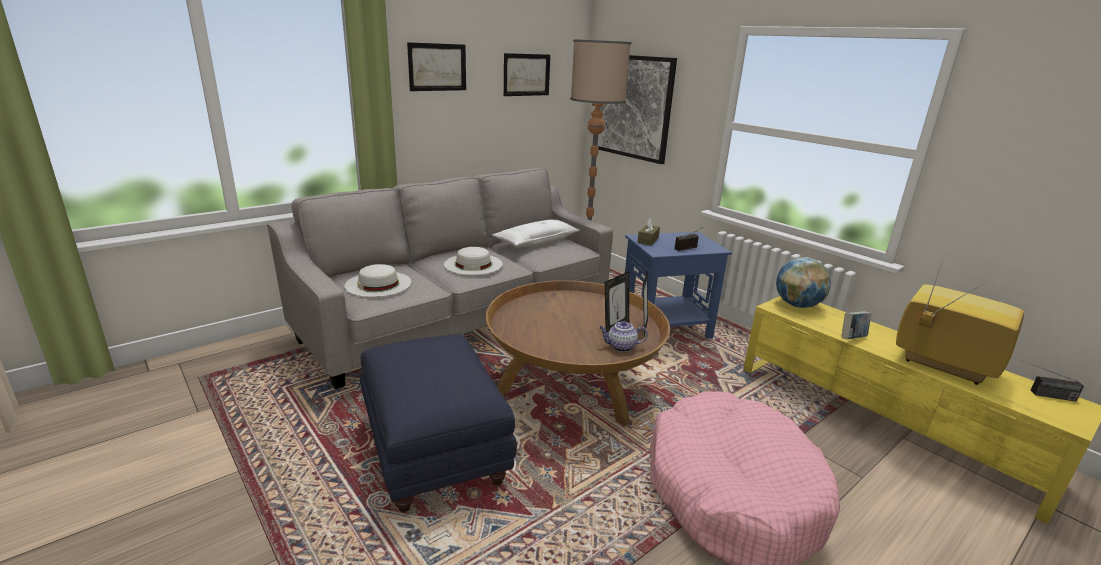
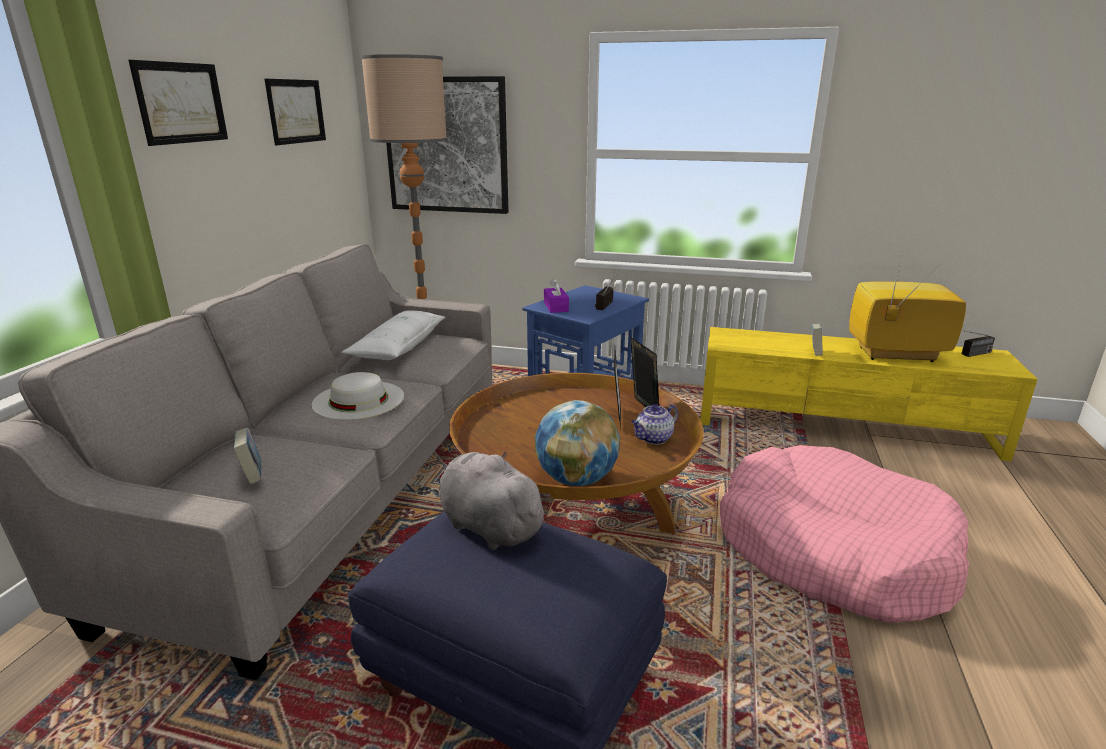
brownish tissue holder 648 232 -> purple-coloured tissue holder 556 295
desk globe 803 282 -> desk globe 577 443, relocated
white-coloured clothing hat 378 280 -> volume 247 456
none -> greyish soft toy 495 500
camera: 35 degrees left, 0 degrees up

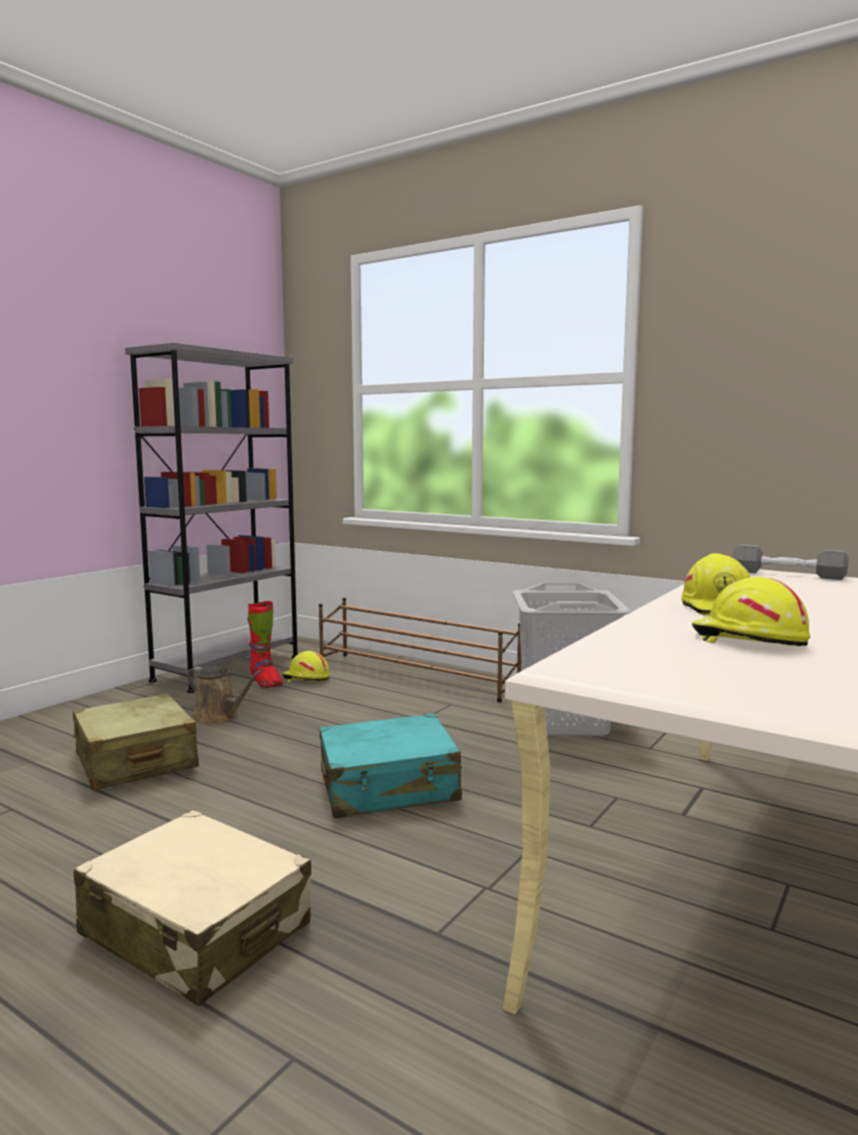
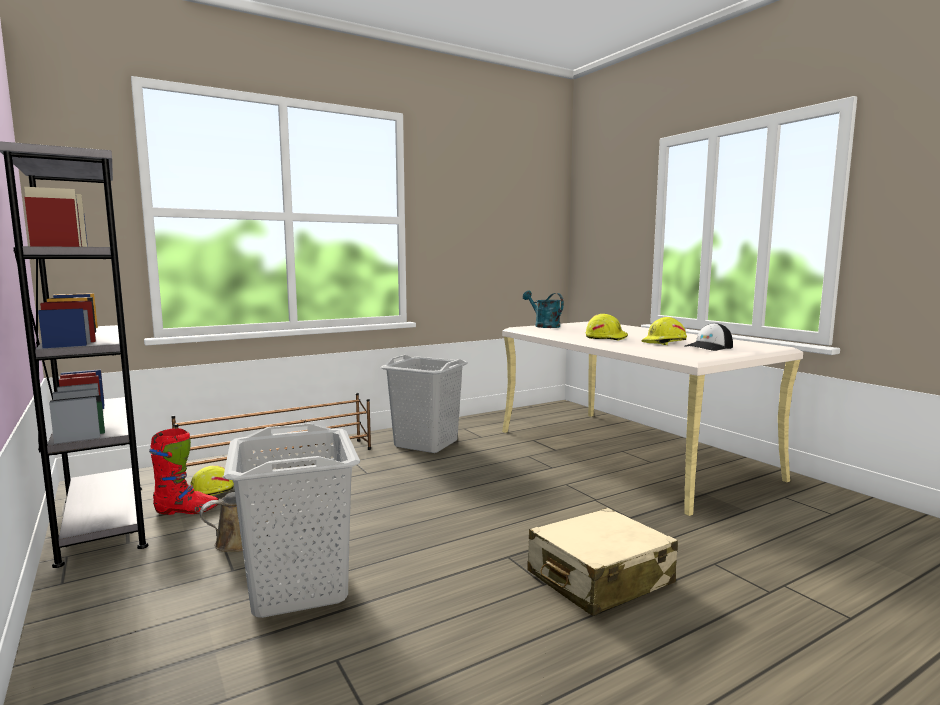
greyish free weight 790 562 -> turquoise sprinkling can 543 309
beige piece of luggage 135 742 -> greyish laundry basket 292 520
turquoise piece of luggage 391 766 -> none
none -> cap 709 337
camera: 65 degrees left, 0 degrees up

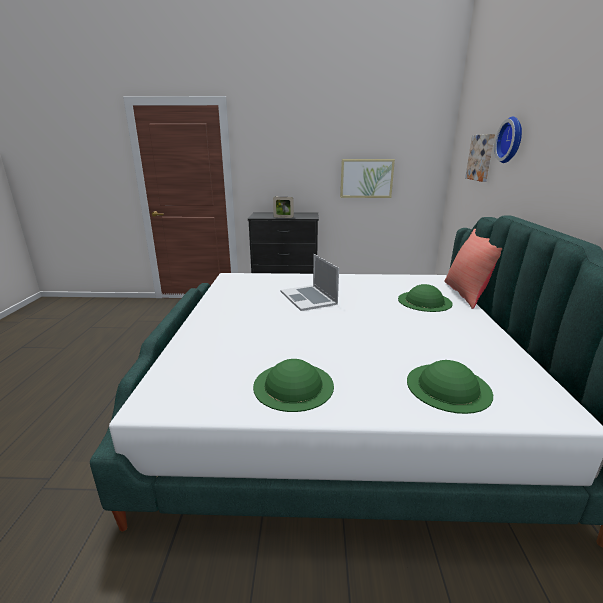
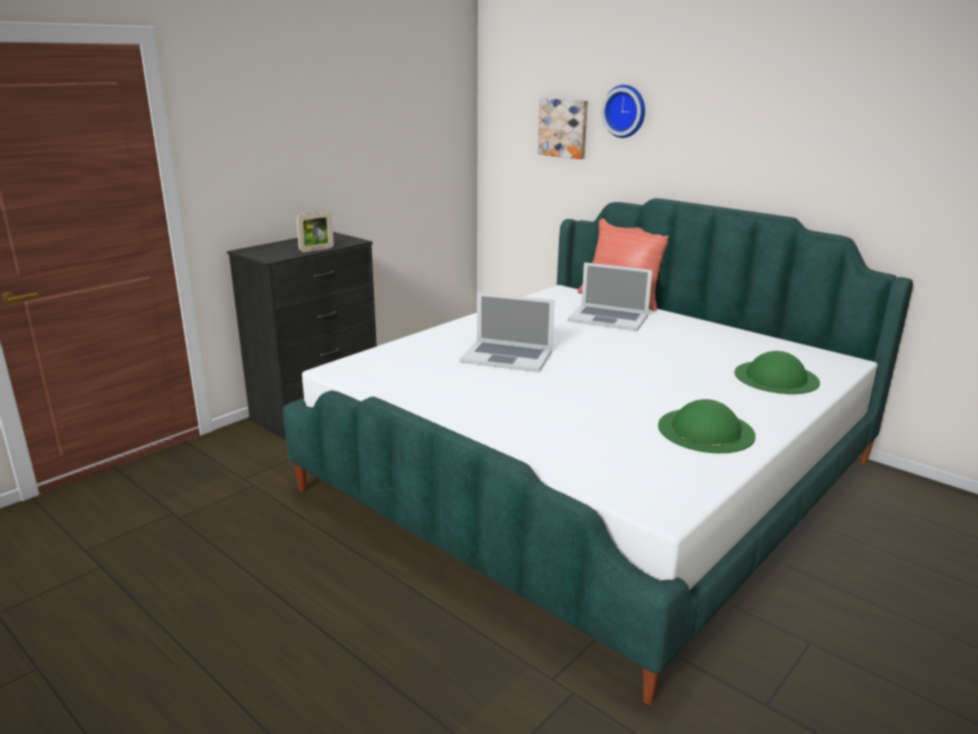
wall art 367 178 -> none
greenish clothing hat 425 298 -> laptop 609 296
camera: 50 degrees left, 0 degrees up

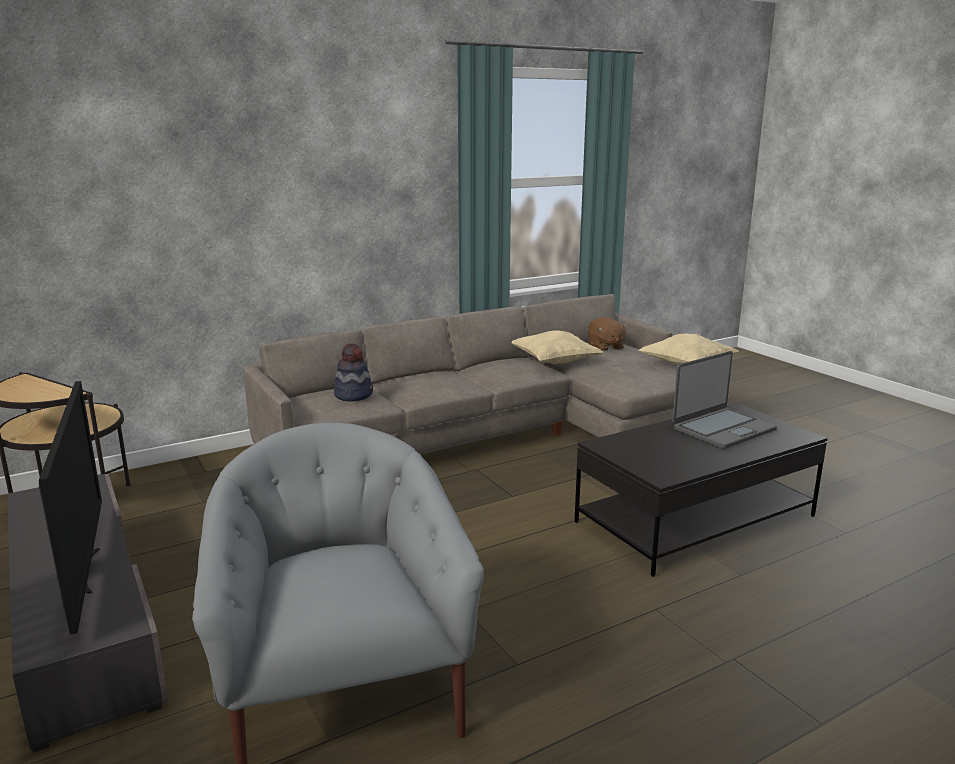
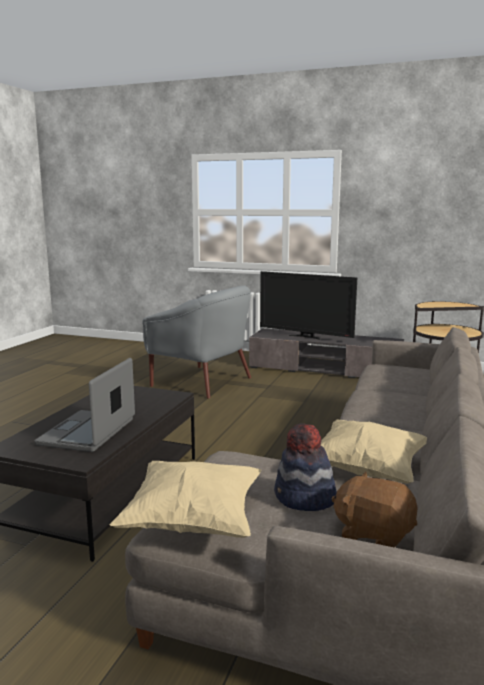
clothing hat 353 372 -> clothing hat 305 467, relocated
camera: 140 degrees right, 5 degrees down

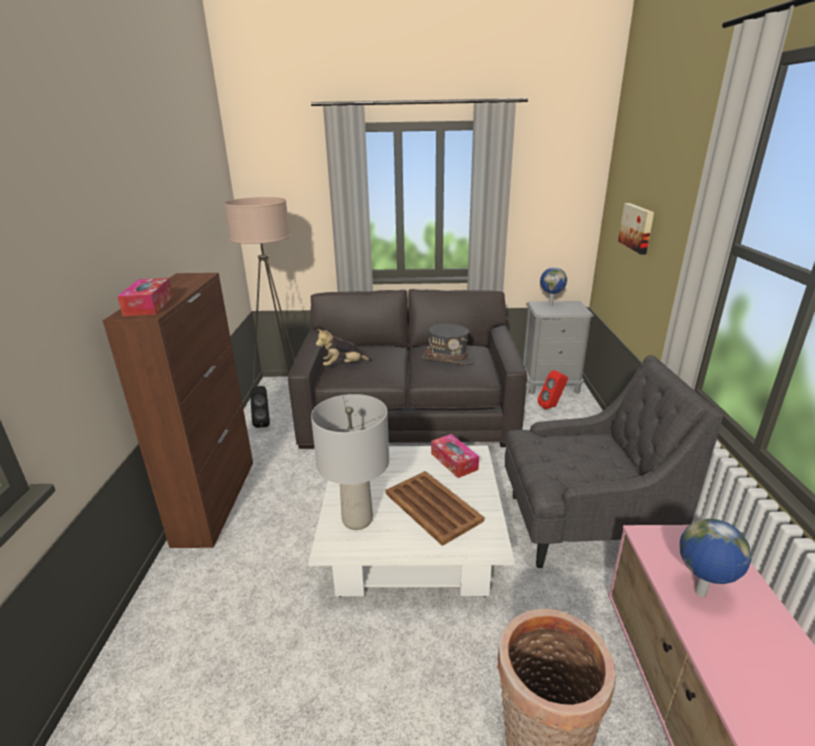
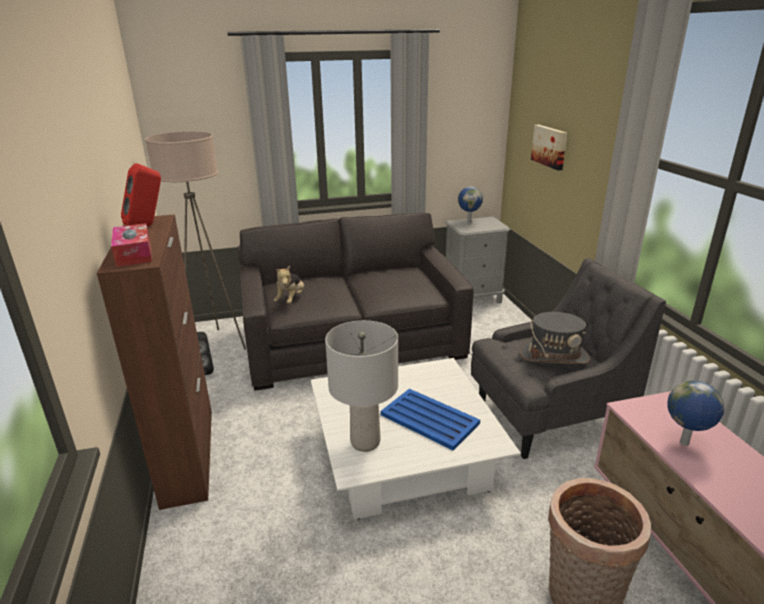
greyish clothing hat 448 344 -> greyish clothing hat 555 338, relocated
soft toy 344 347 -> soft toy 289 285, 45 degrees counterclockwise
red-coloured audio speaker 553 390 -> red-coloured audio speaker 141 195, relocated
tissue holder 455 456 -> none
brownish serving tray 435 508 -> bluish serving tray 430 420
camera: 15 degrees left, 0 degrees up

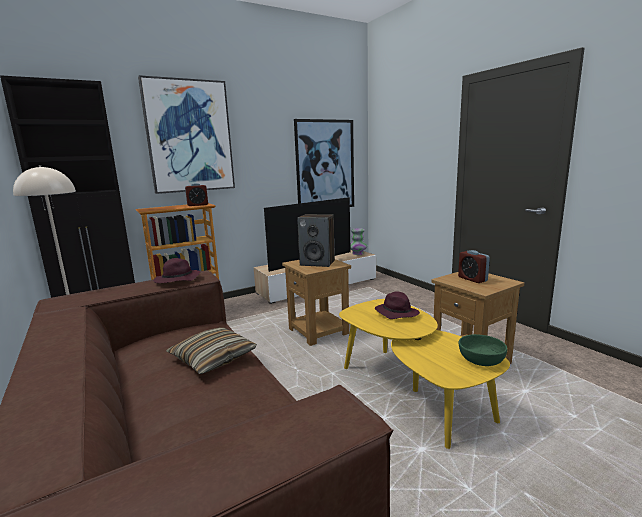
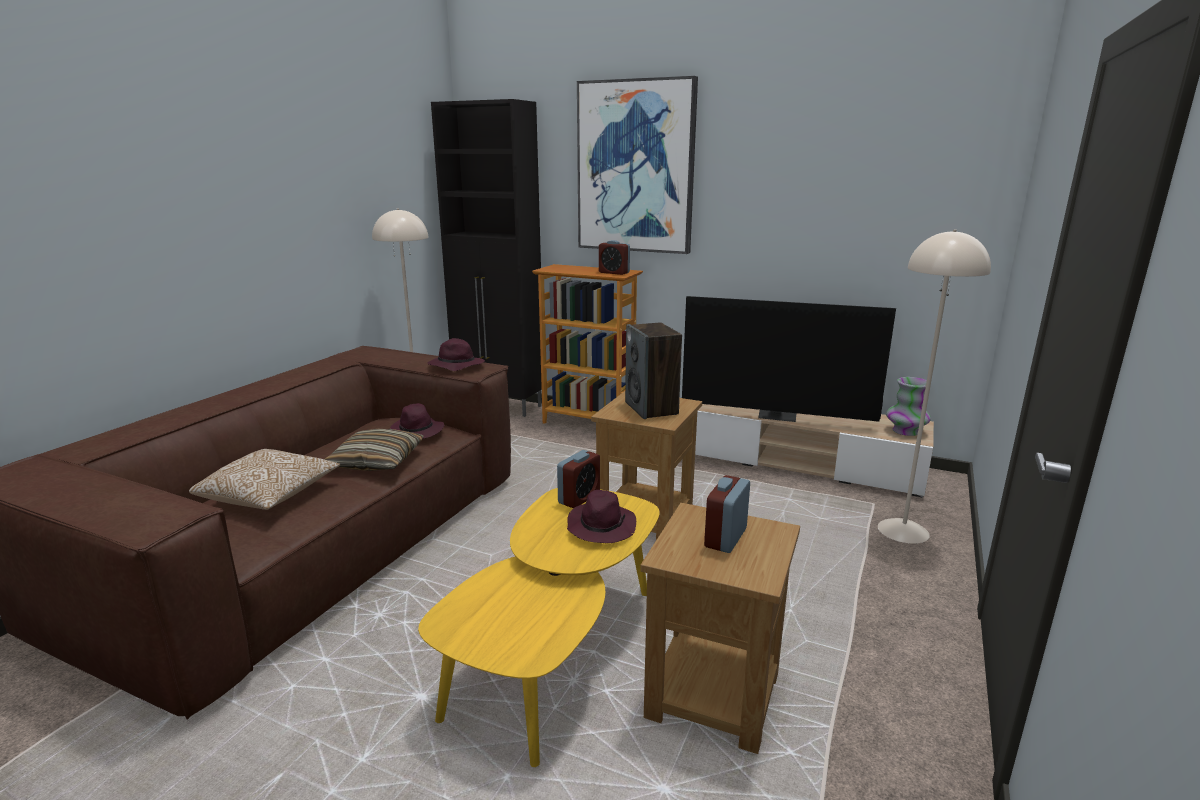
wall art 324 163 -> none
greenish serving bowl 483 350 -> none
none -> beige standard lamp 934 386
none -> purple-coloured clothing hat 417 421
none -> pillow 264 479
none -> bedside clock 578 479
camera: 55 degrees right, 5 degrees up

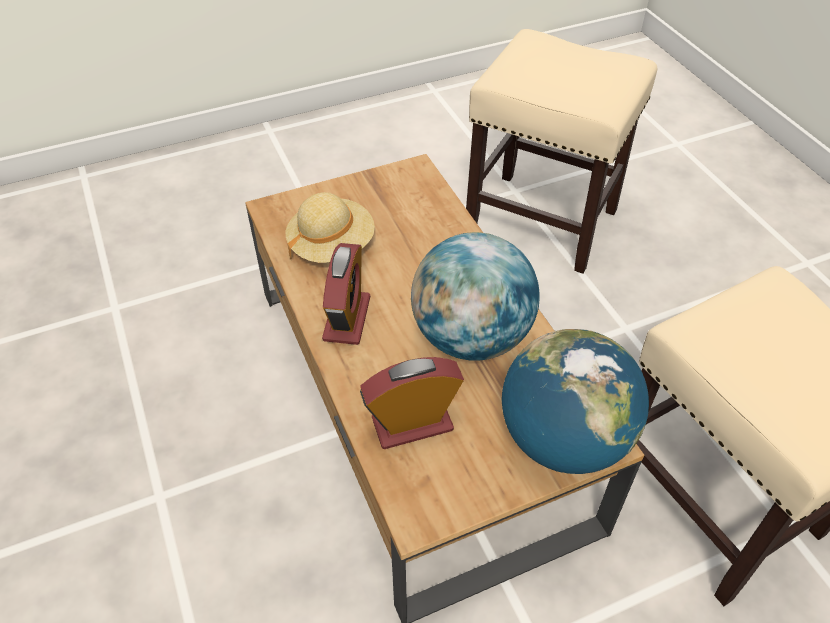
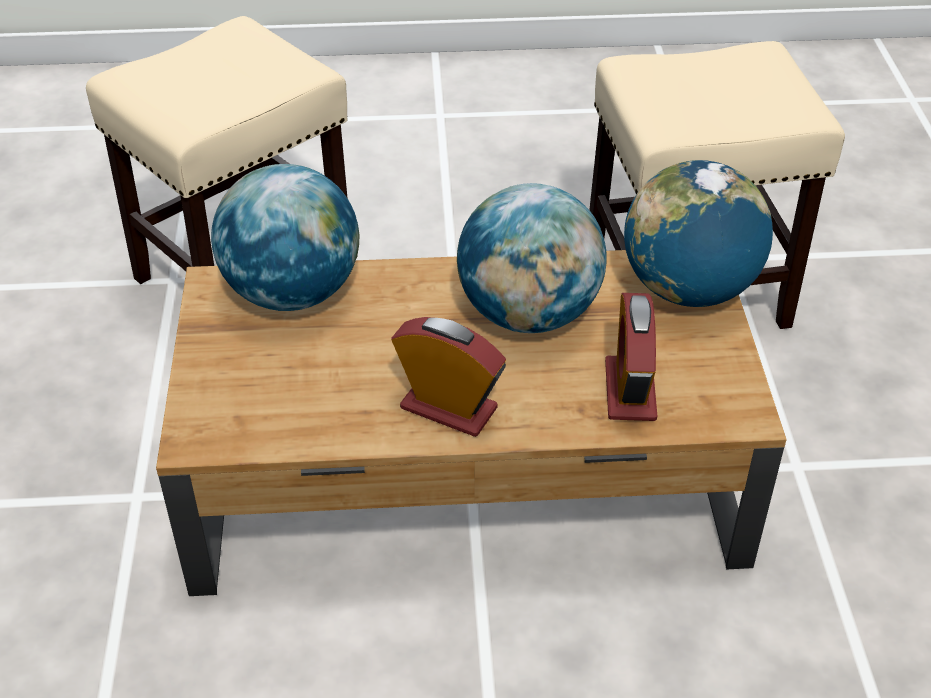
beige clothing hat 330 227 -> none
none -> desk globe 285 237
camera: 70 degrees left, 5 degrees down

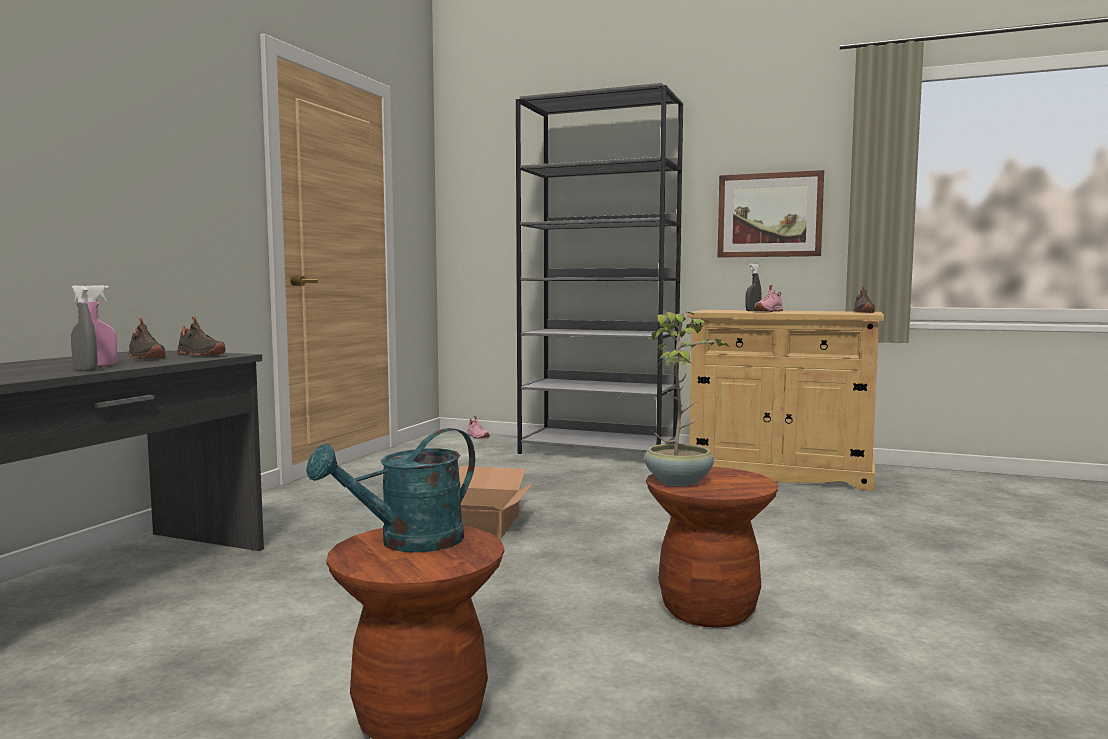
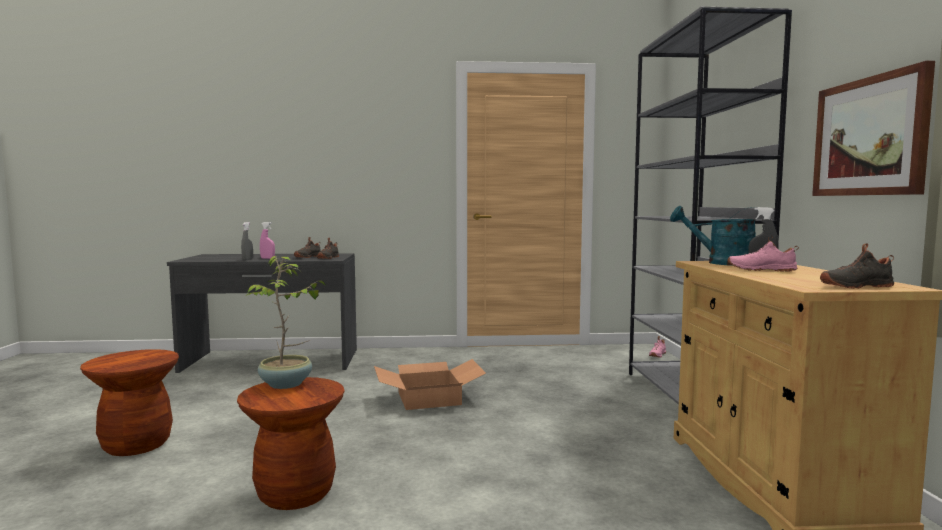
turquoise sprinkling can 390 490 -> turquoise sprinkling can 714 236, relocated
camera: 65 degrees right, 0 degrees up

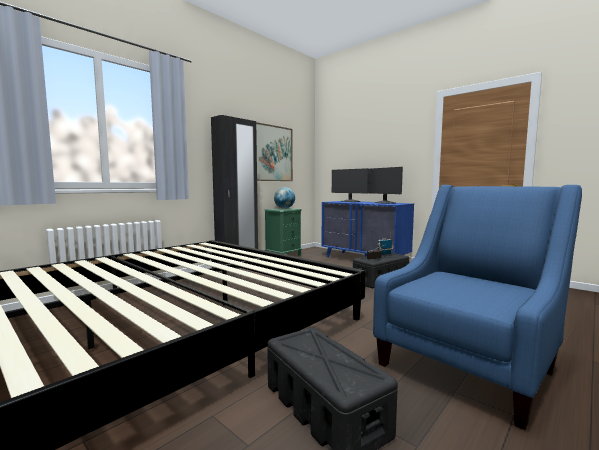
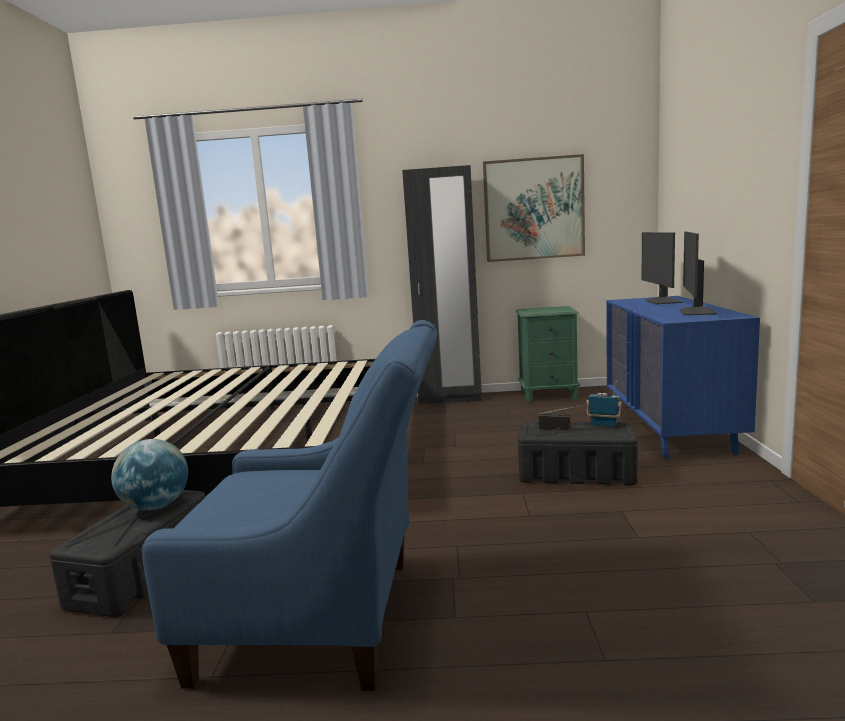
desk globe 284 198 -> desk globe 149 474, relocated
camera: 50 degrees right, 5 degrees up

